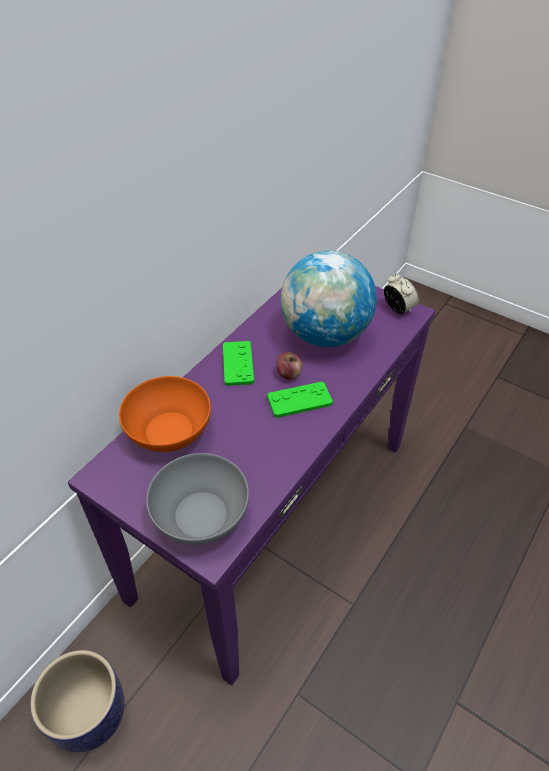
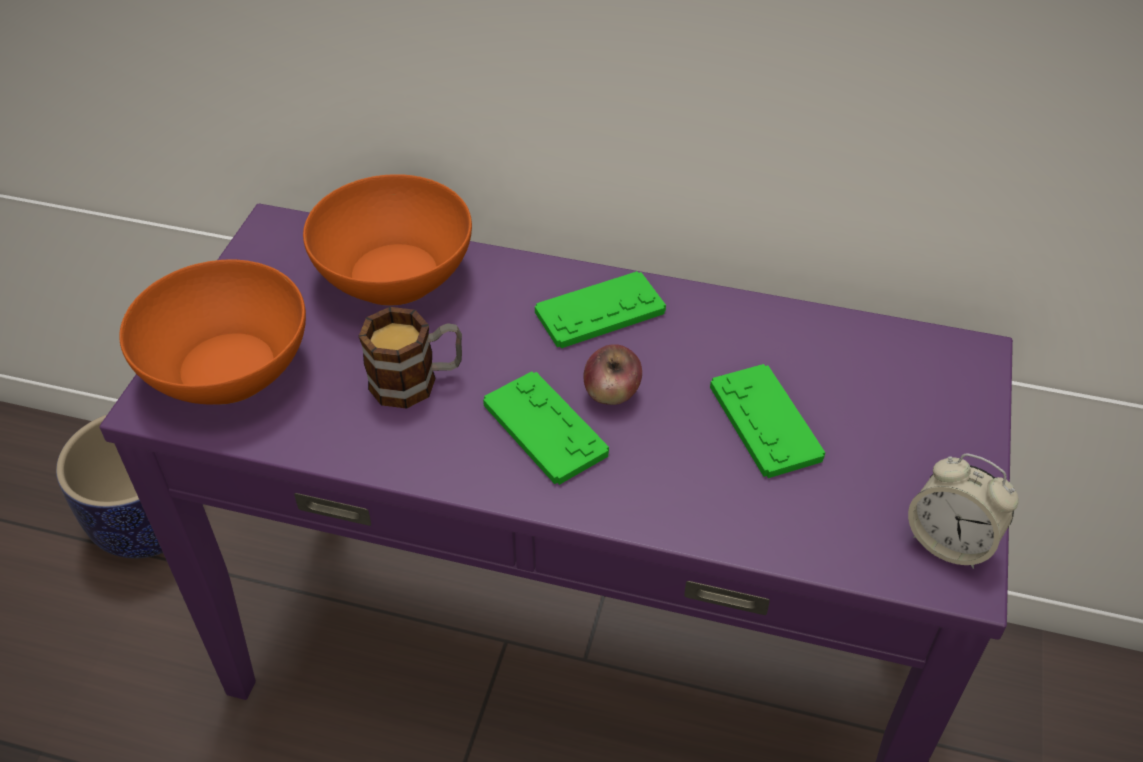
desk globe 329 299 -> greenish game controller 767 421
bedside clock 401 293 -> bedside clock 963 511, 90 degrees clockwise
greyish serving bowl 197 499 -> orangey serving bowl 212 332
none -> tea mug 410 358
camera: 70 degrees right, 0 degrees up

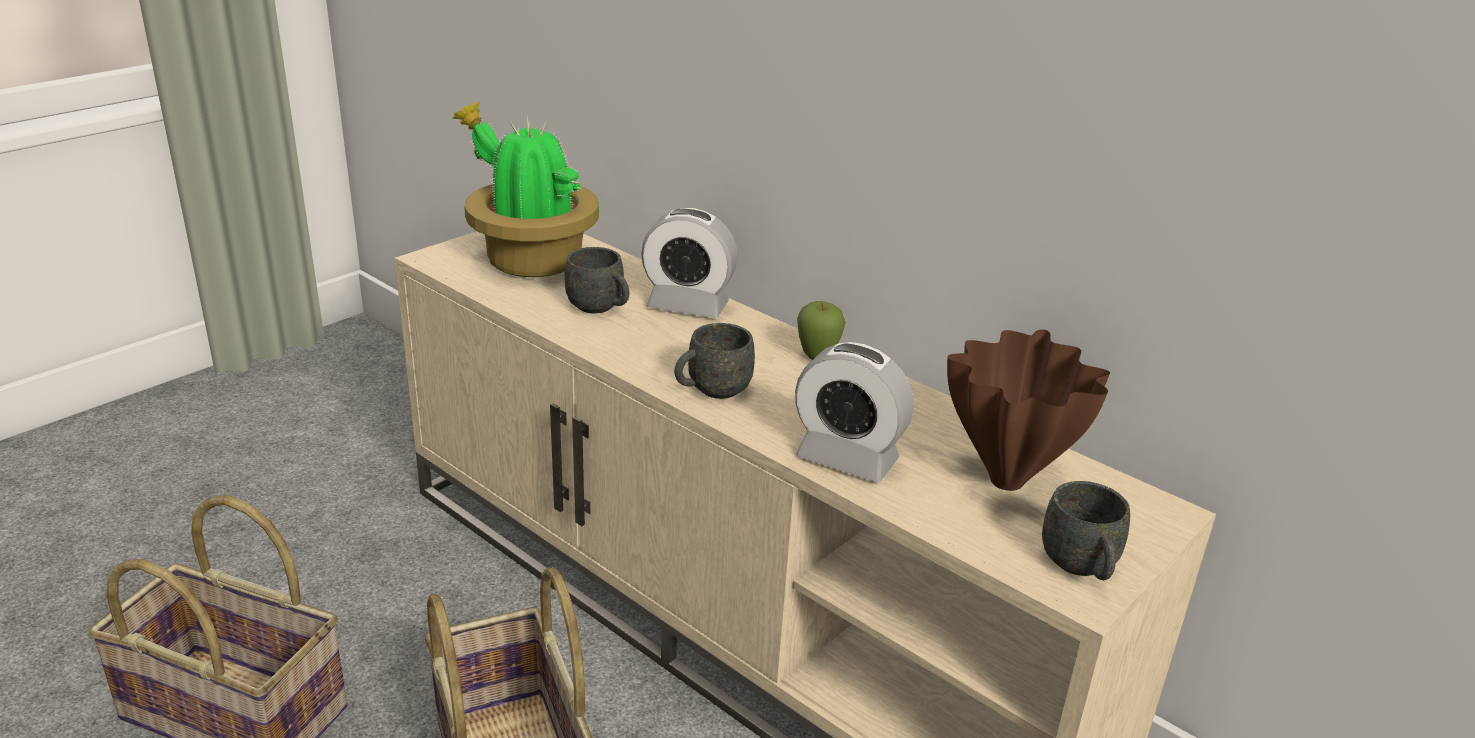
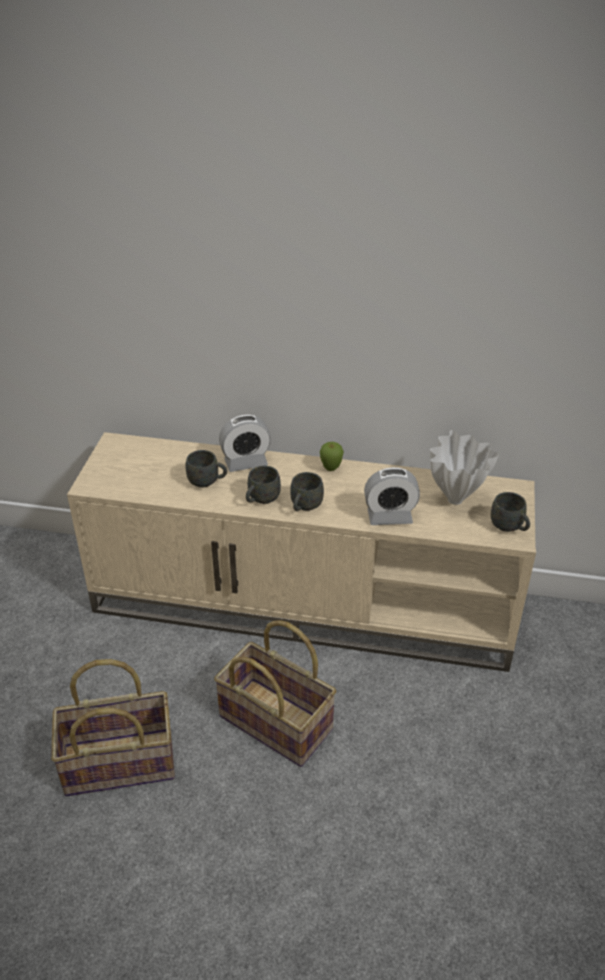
plant in a pot 525 189 -> none
brownish vase 1028 410 -> white-coloured vase 464 467
none -> greyish tea mug 263 485
camera: 30 degrees left, 10 degrees up

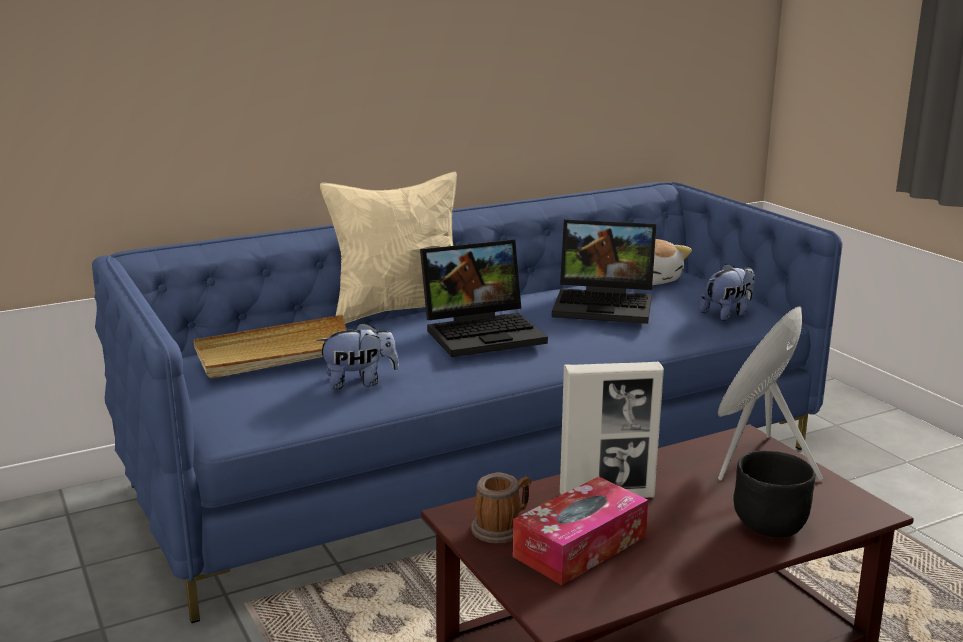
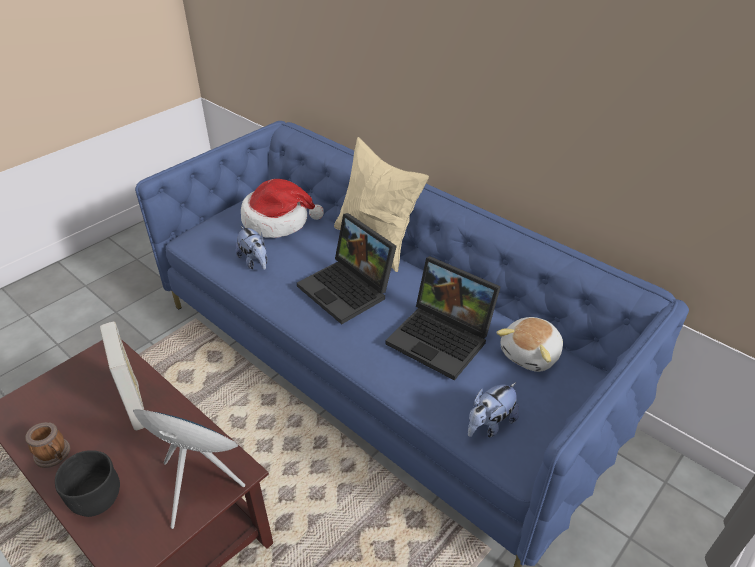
laptop 604 272 -> laptop 443 318, 45 degrees counterclockwise
soft toy 727 292 -> soft toy 493 410, 105 degrees clockwise
beige serving tray 270 346 -> clothing hat 282 208
tea mug 501 507 -> tea mug 47 445, relocated
tissue holder 580 531 -> none
camera: 70 degrees right, 20 degrees up

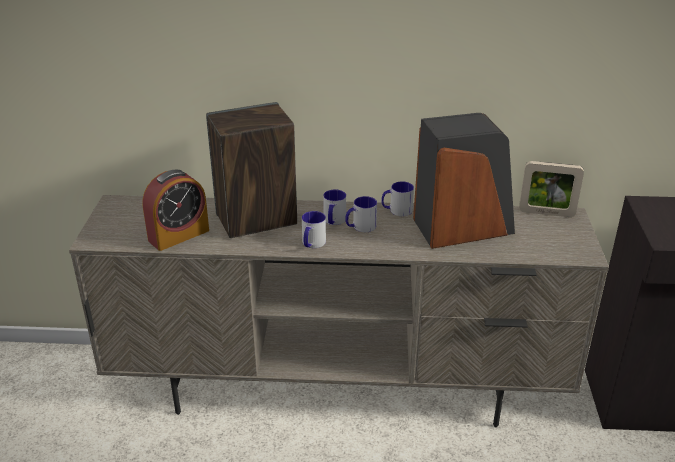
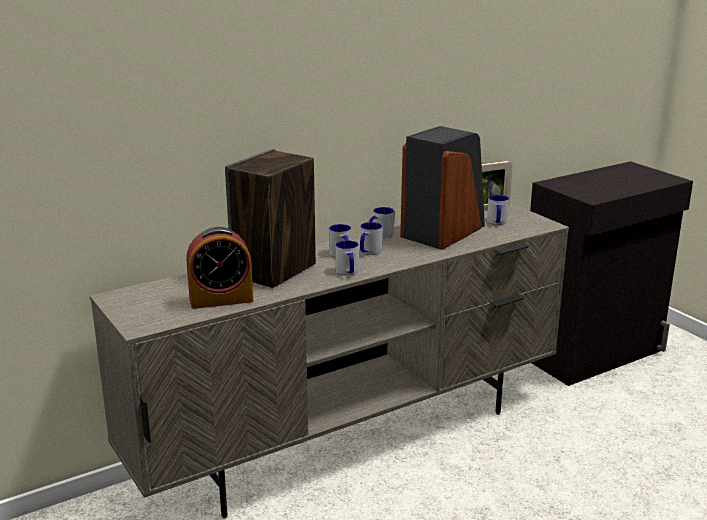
bedside clock 175 210 -> bedside clock 219 268, 60 degrees clockwise
none -> tea mug 498 210
camera: 35 degrees left, 10 degrees down

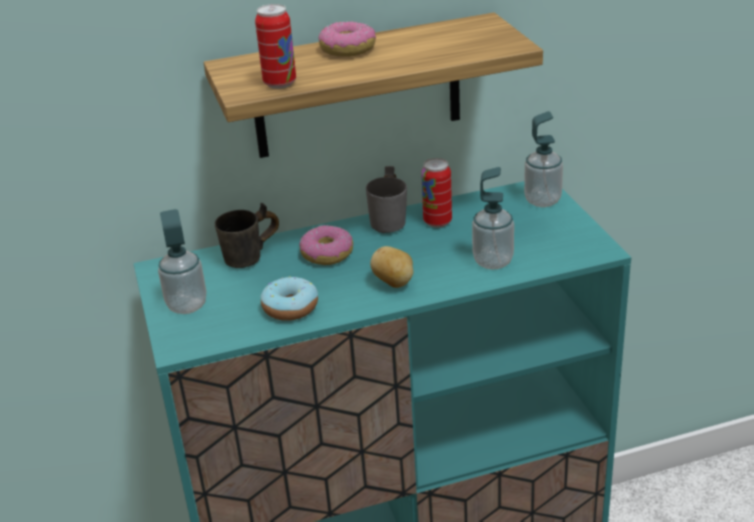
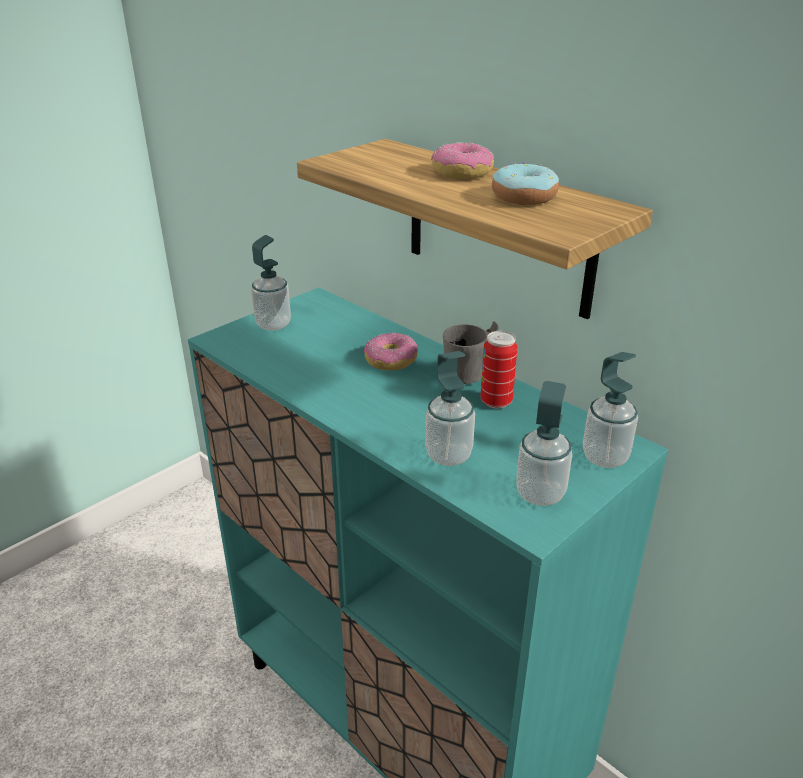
can 275 46 -> none
greyish tea mug 247 235 -> none
whole potato 391 267 -> none
doughnut 289 298 -> doughnut 525 183, relocated
none -> liquid soap bottle 544 443
camera: 60 degrees right, 0 degrees up

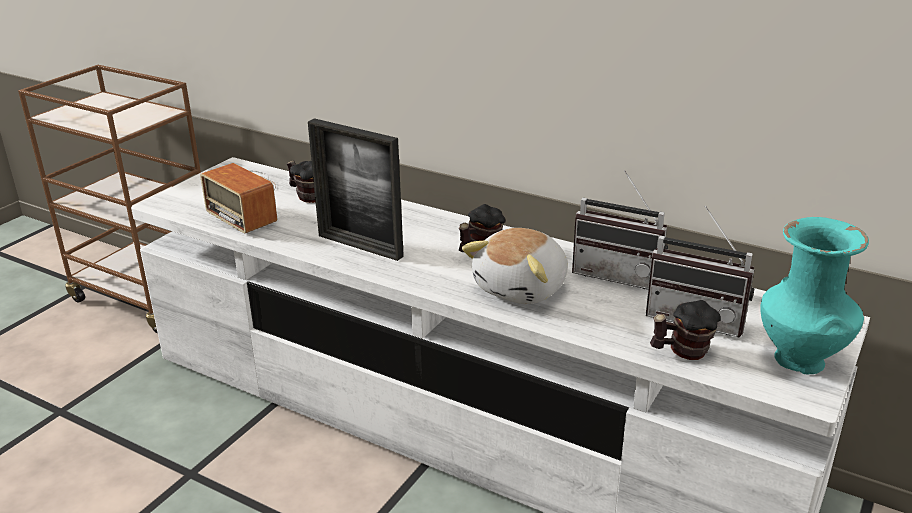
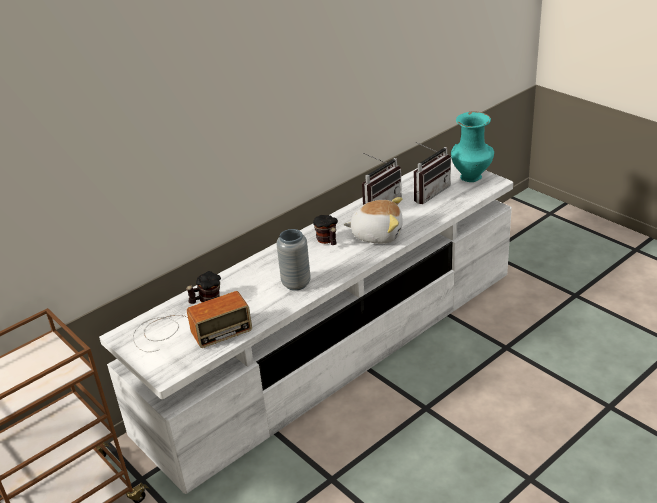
standing frame 356 189 -> greyish vase 293 260
soft toy 515 266 -> soft toy 373 220, 45 degrees counterclockwise
tea mug 685 330 -> none
camera: 70 degrees left, 5 degrees up

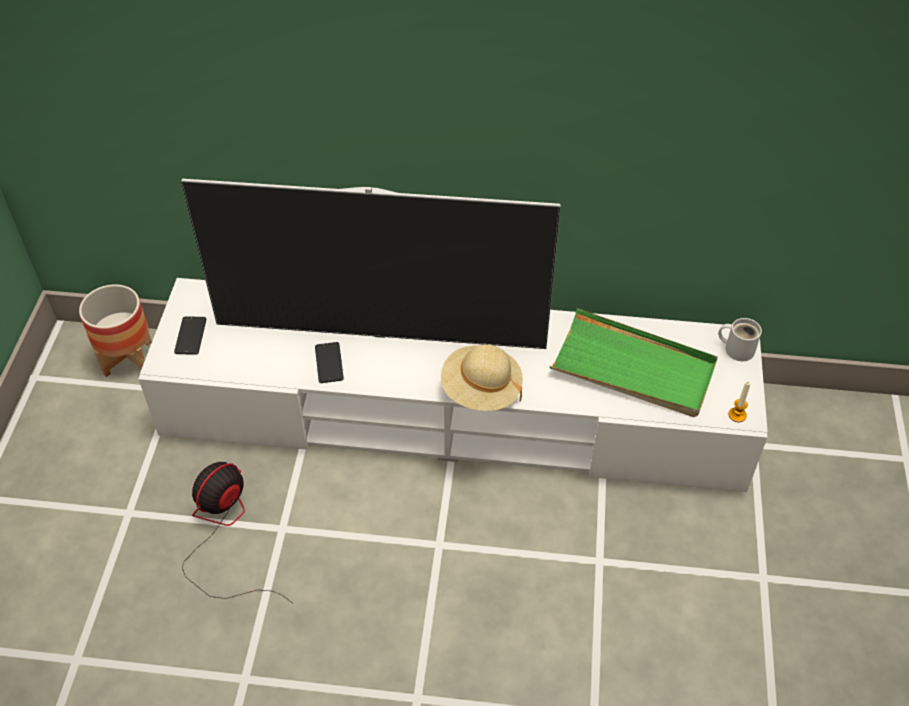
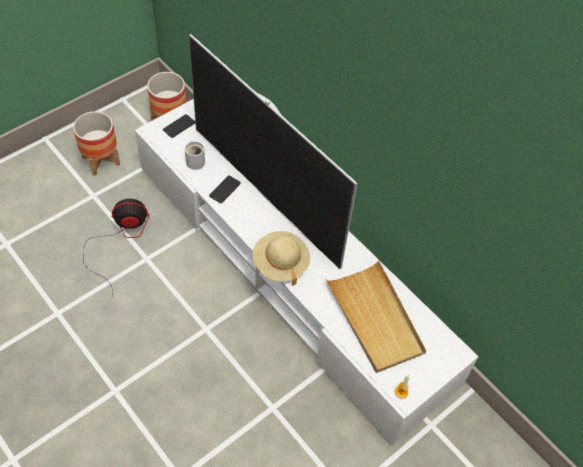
greenish serving tray 634 362 -> beige serving tray 375 316
white-coloured tea mug 740 339 -> white-coloured tea mug 195 155, relocated
none -> planter 96 143
camera: 40 degrees right, 5 degrees up

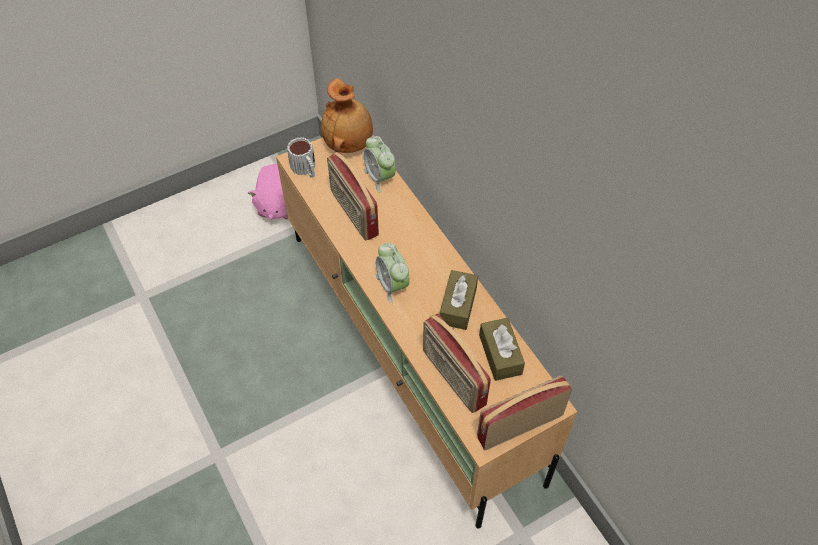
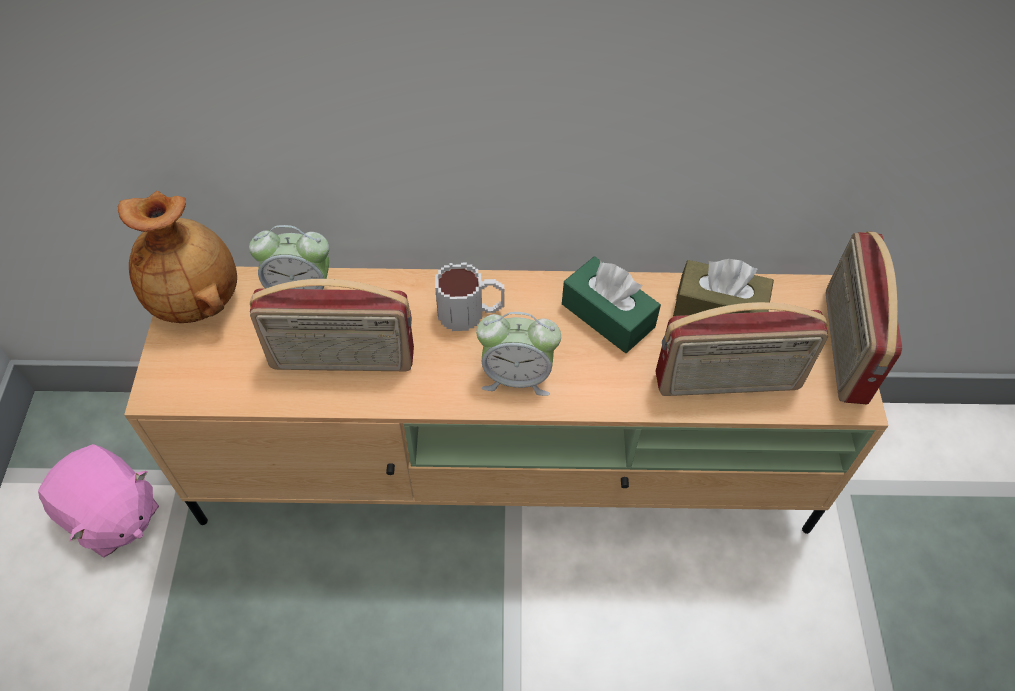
tea mug 301 157 -> tea mug 469 297, relocated
brownish tissue holder 459 300 -> greenish tissue holder 611 305
camera: 60 degrees left, 0 degrees up

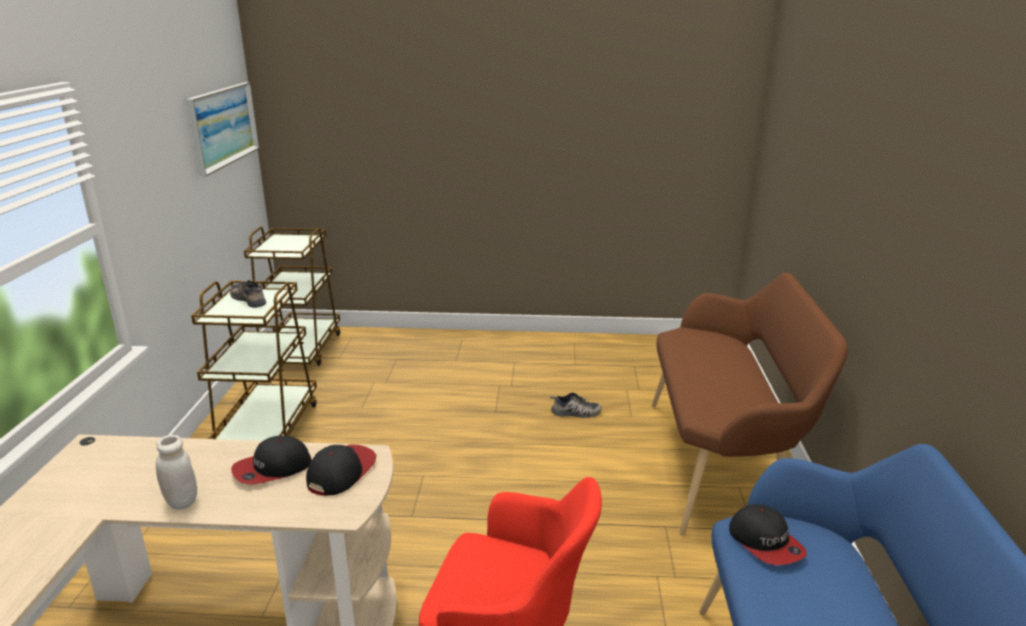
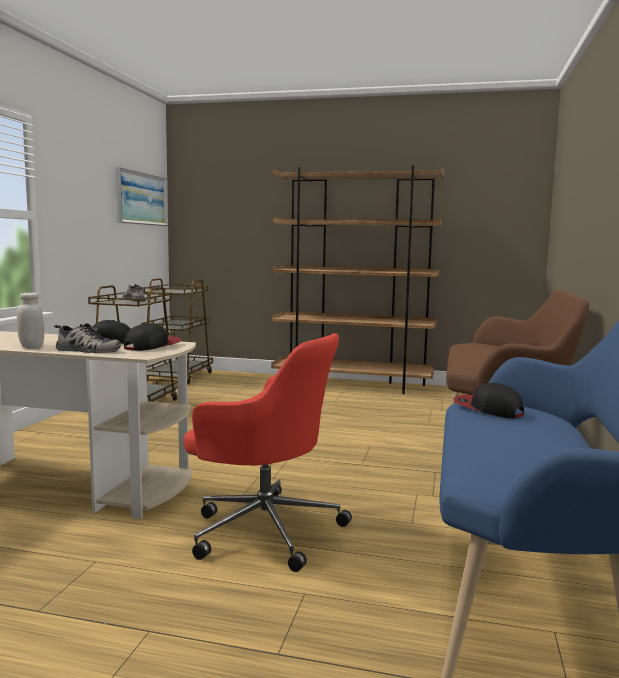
shoe 576 405 -> shoe 87 338, relocated
cap 767 534 -> cap 488 401, 150 degrees clockwise
none -> brownish bookshelf 357 279
camera: 10 degrees right, 15 degrees down

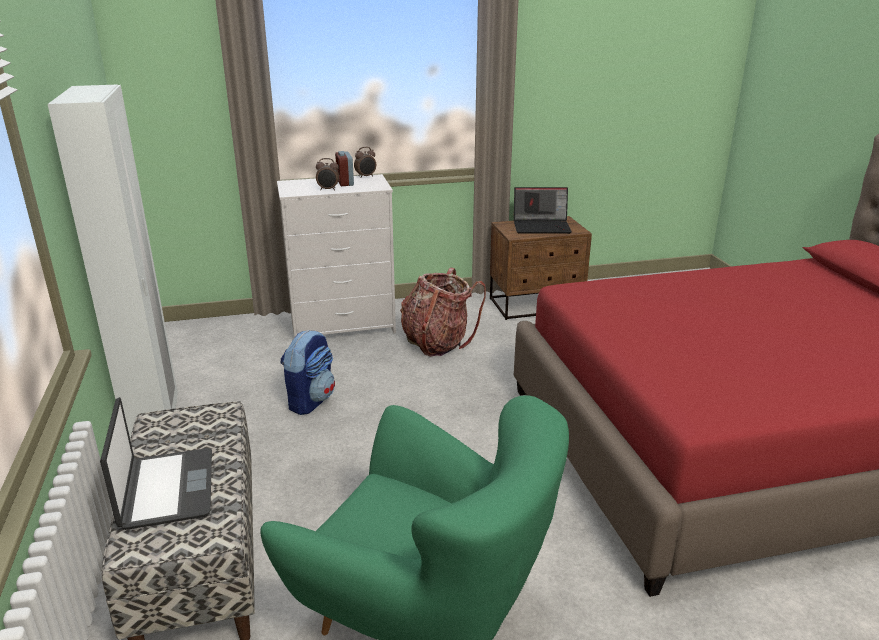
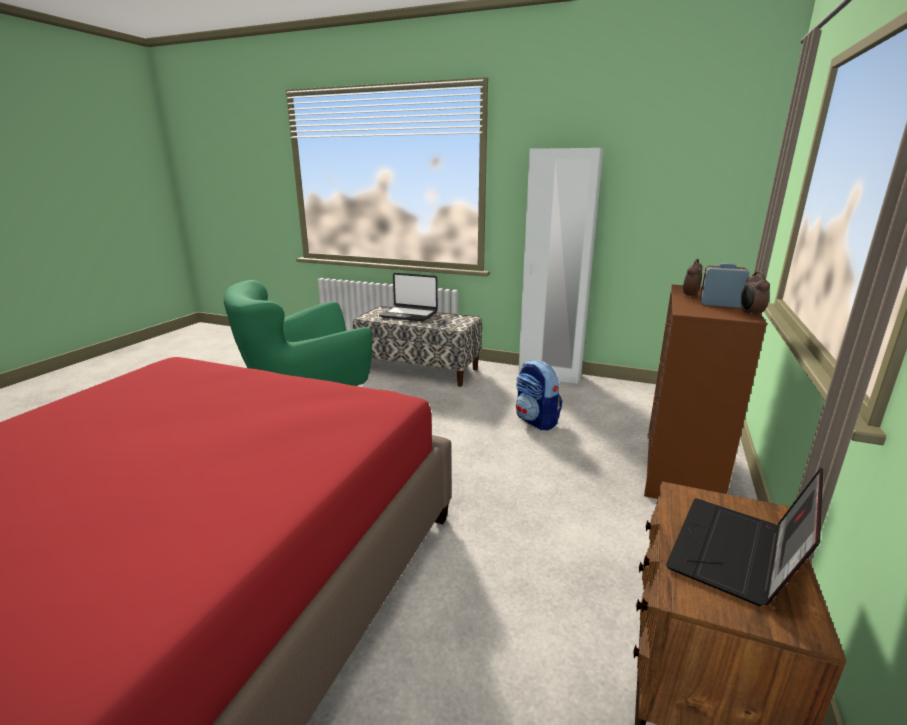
white-coloured chest of drawers 336 256 -> brownish chest of drawers 705 391
backpack 443 312 -> none
camera: 125 degrees right, 5 degrees down

